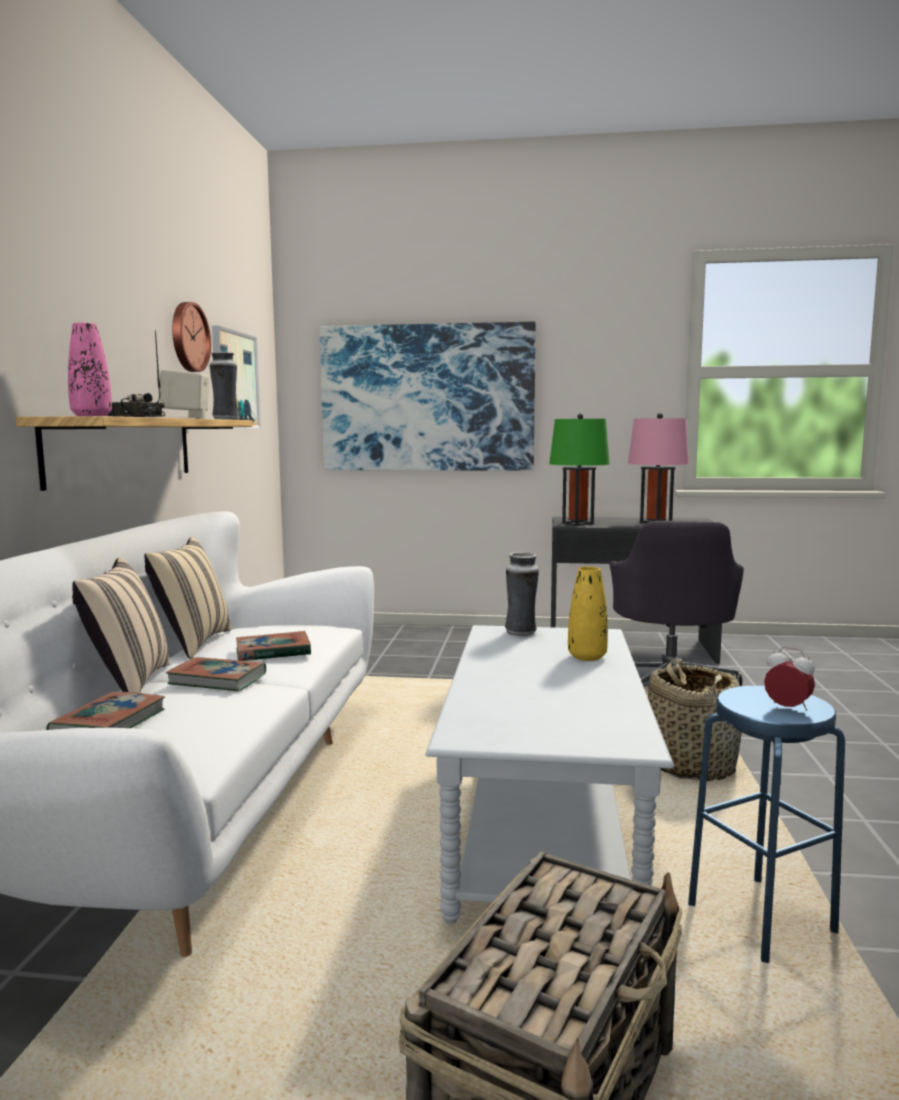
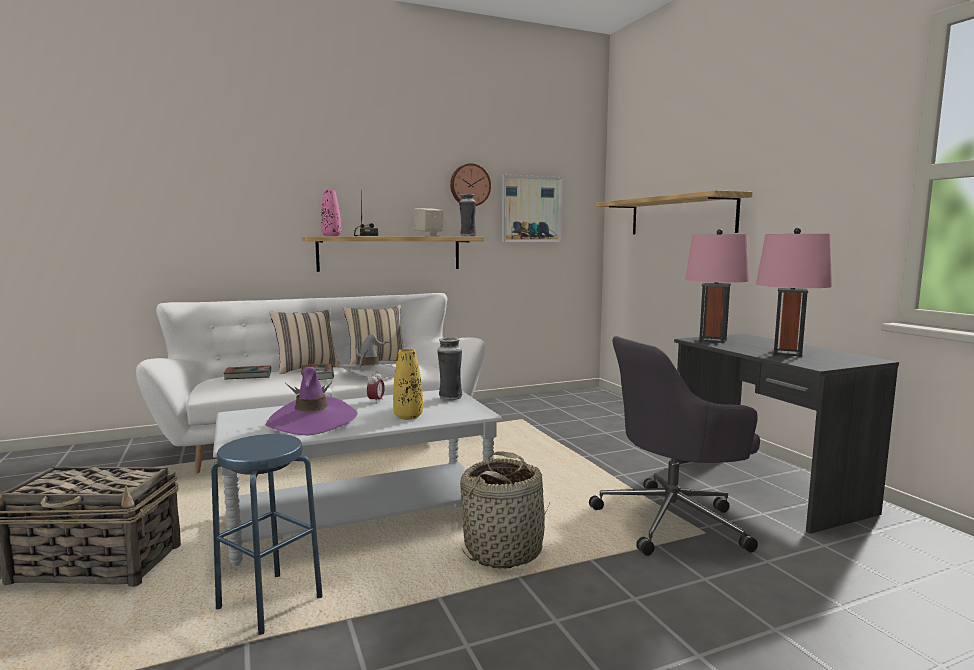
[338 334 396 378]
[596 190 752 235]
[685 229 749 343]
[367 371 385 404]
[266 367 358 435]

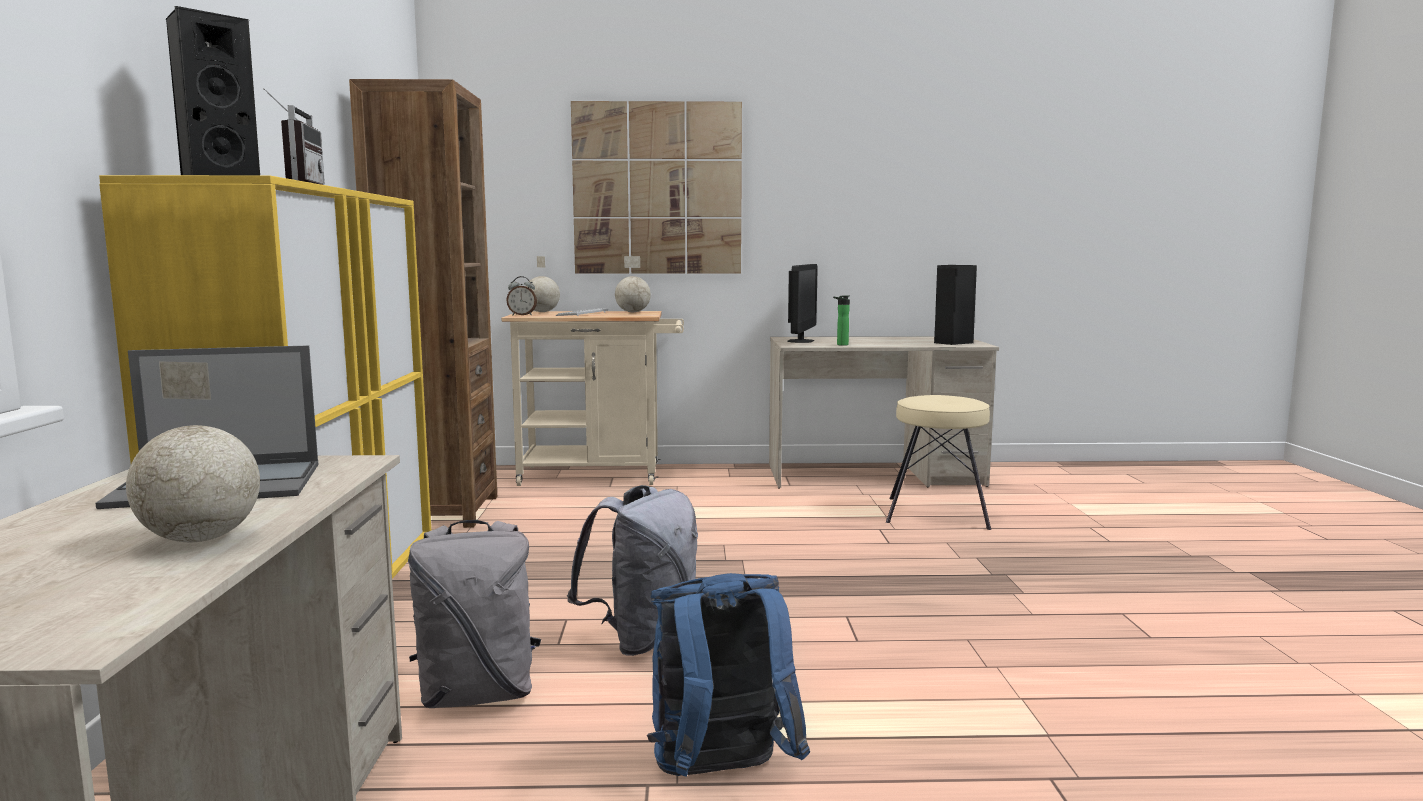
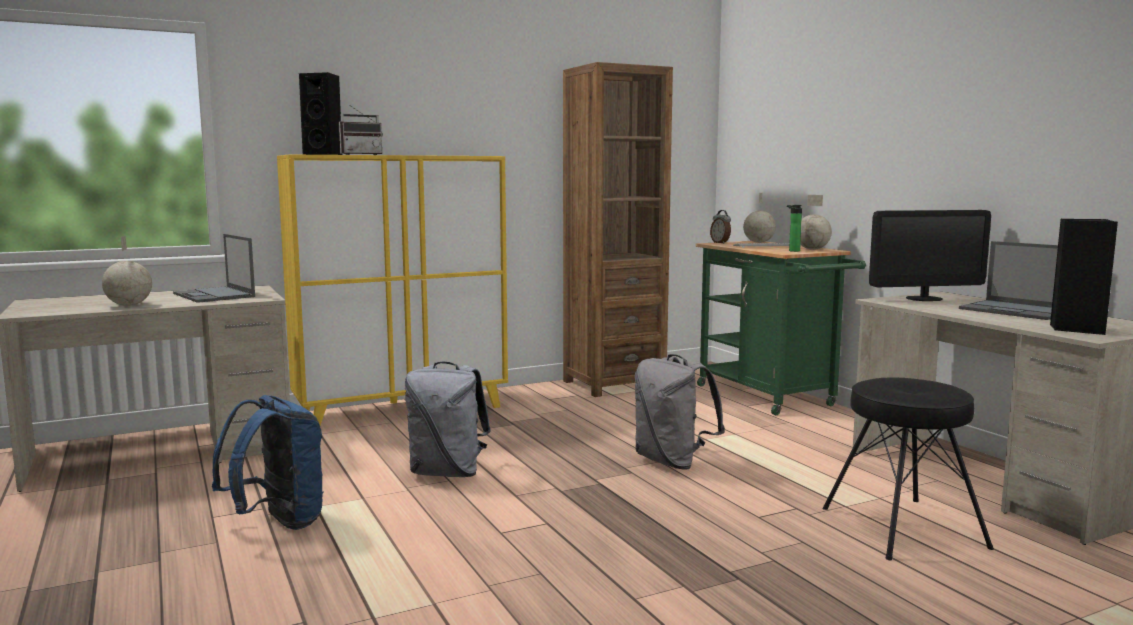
[635 354 725 470]
[695 241 866 415]
[571 101 742 274] (first image)
[787 205 802 252]
[822 378 994 560]
[959 241 1058 320]

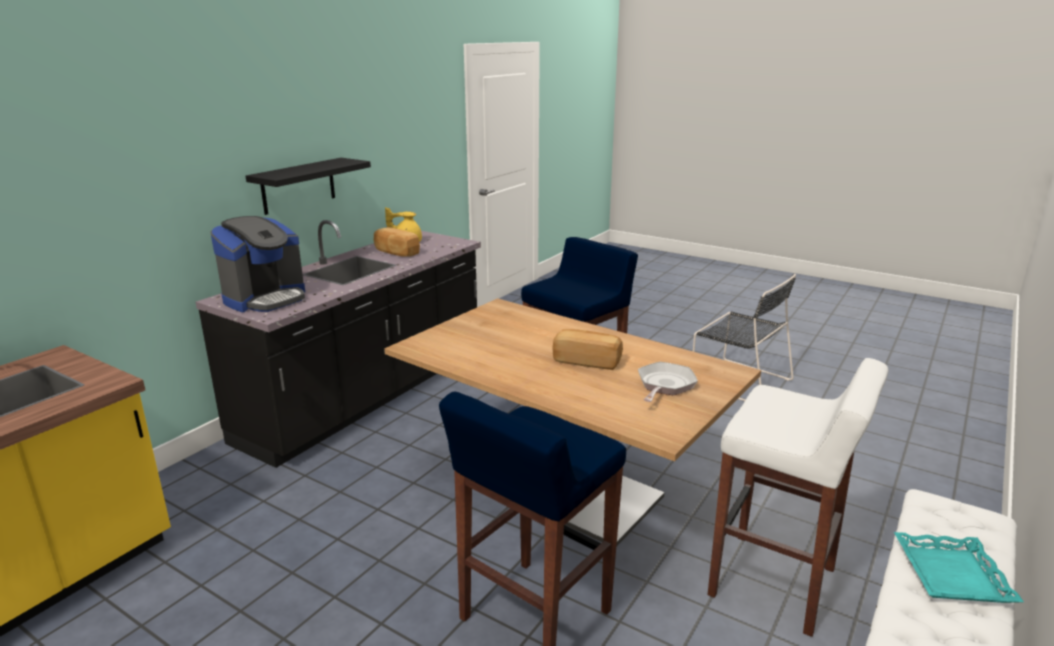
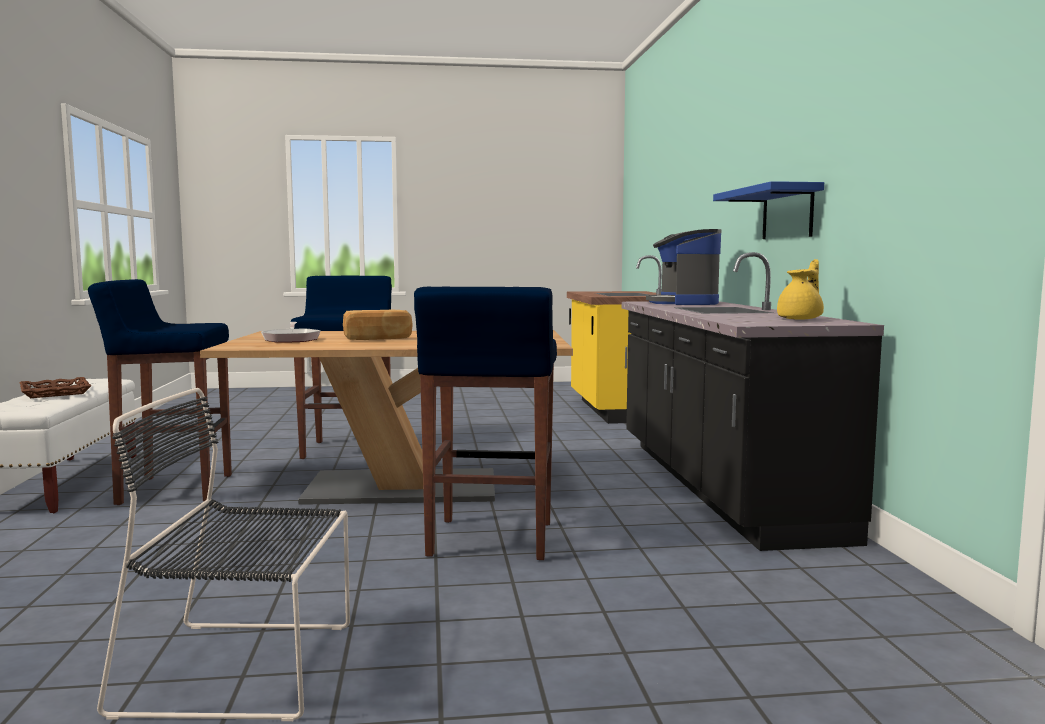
[713 181 824 239]
[374 227 420 257] (first image)
[88 279 232 505]
[19 377 91 398]

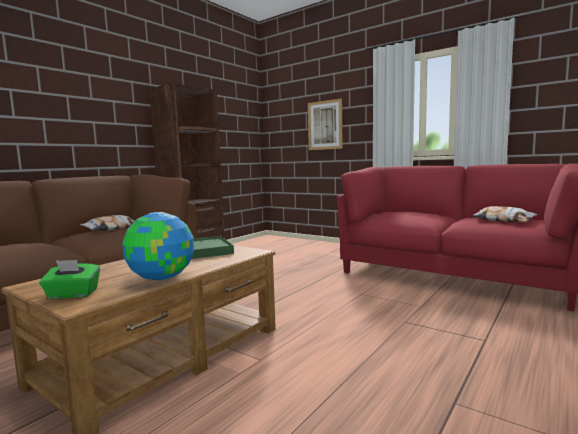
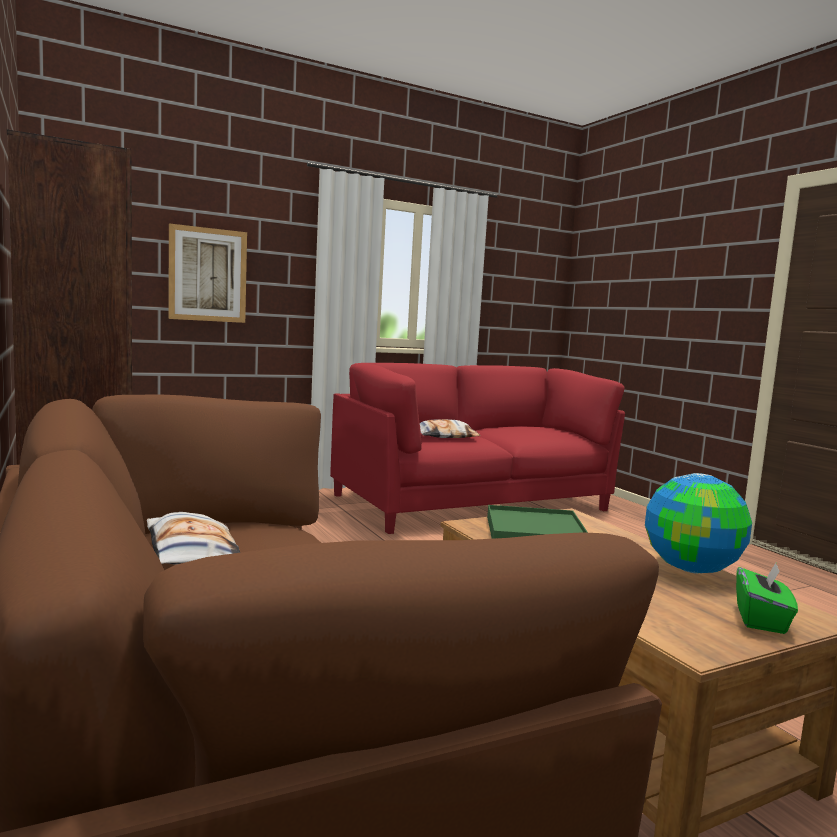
[420 419 481 438]

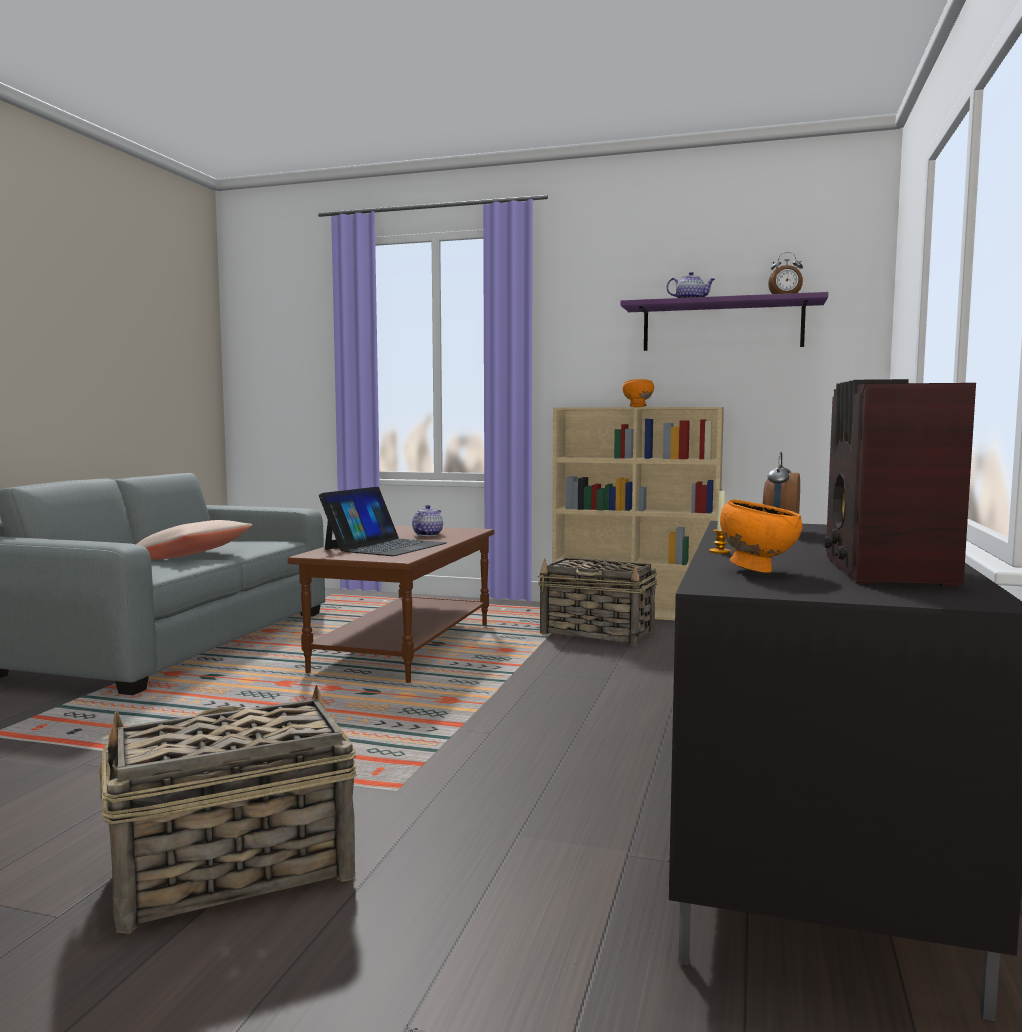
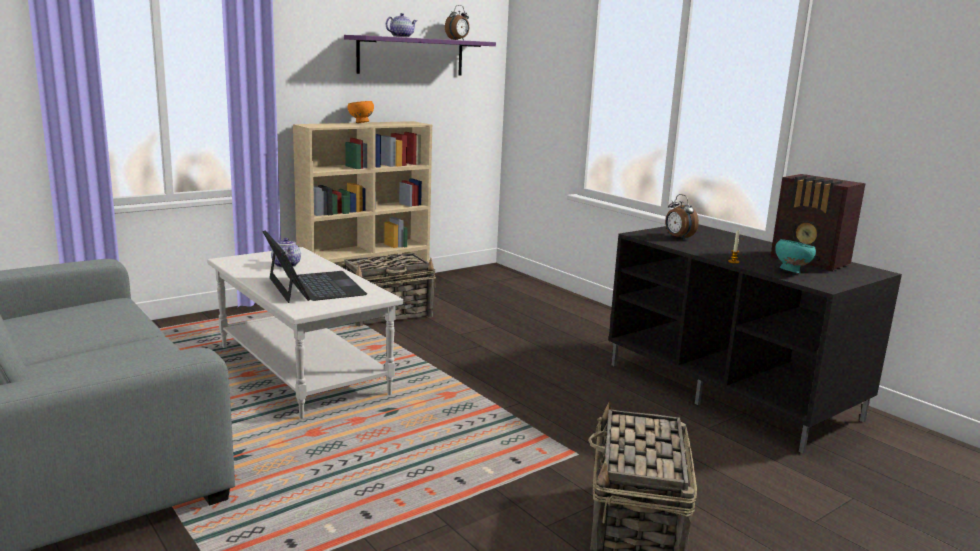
[136 520 253 560] (first image)
[207 247 403 419]
[775 239 816 273]

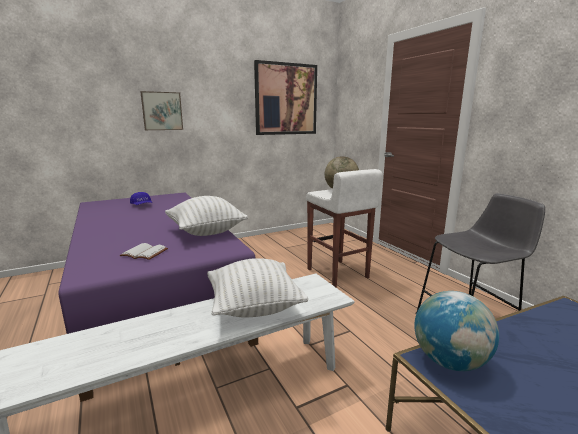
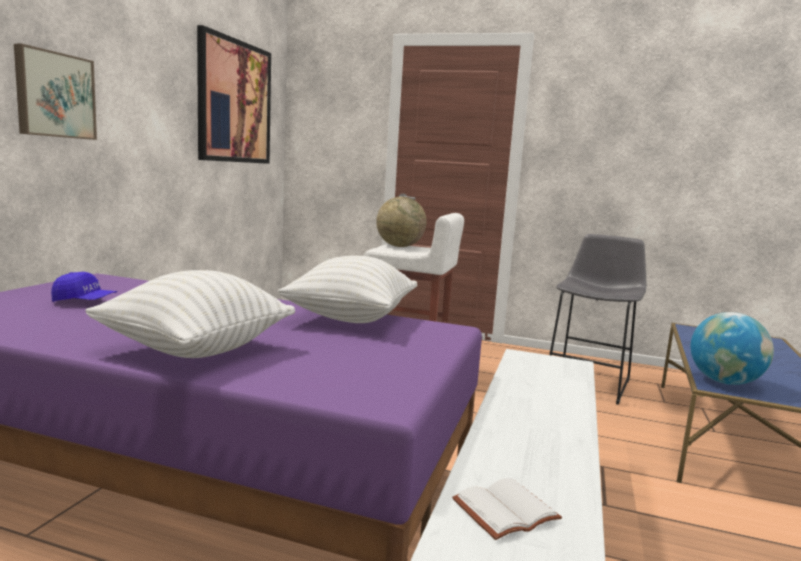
[452 478 562 540]
[85 270 295 358]

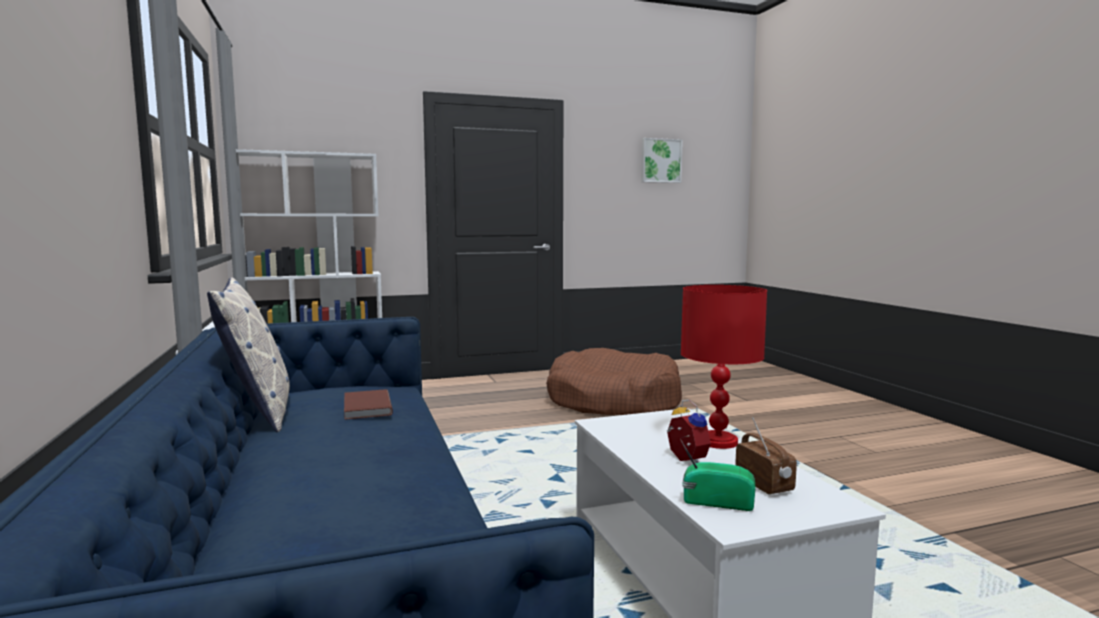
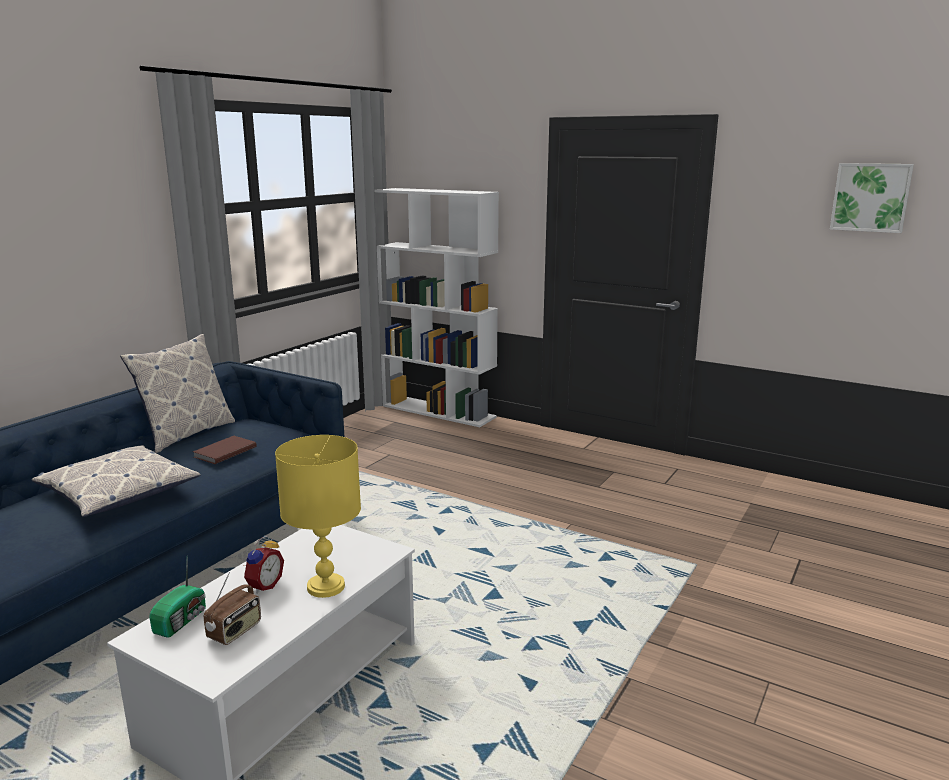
[546 348 682 415] (first image)
[149 560 206 638]
[275 435 361 598]
[32 445 200 517]

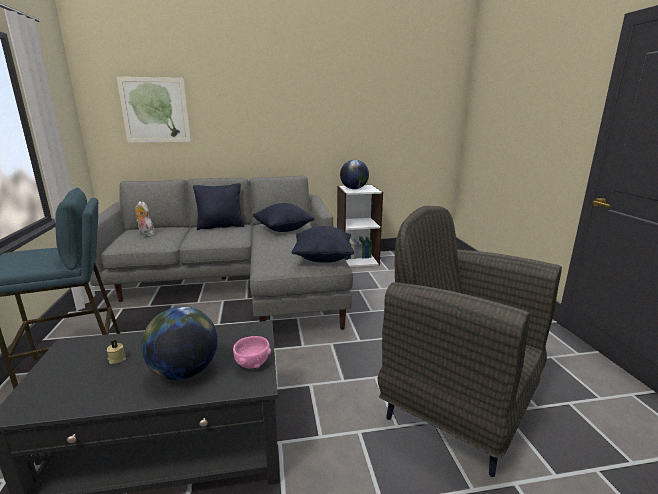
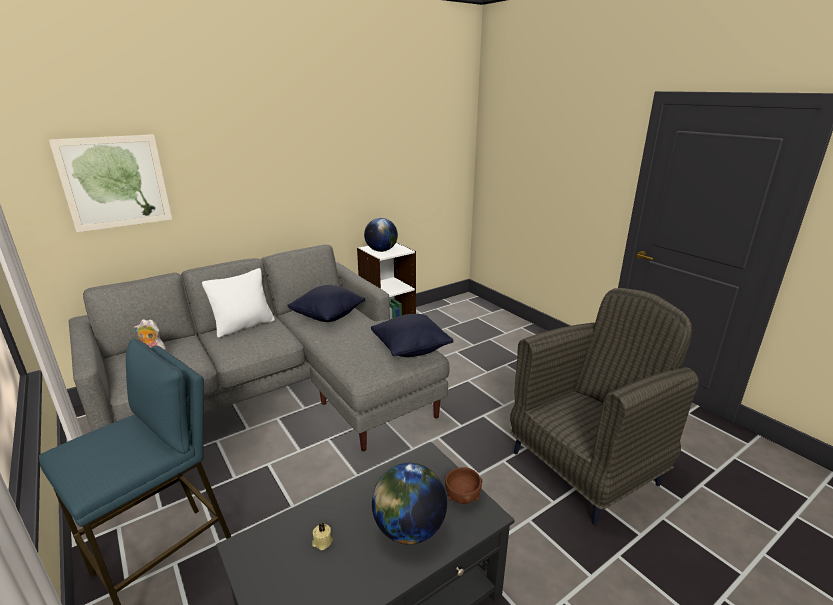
[202 268 275 338]
[445 467 482 504]
[510 288 699 526]

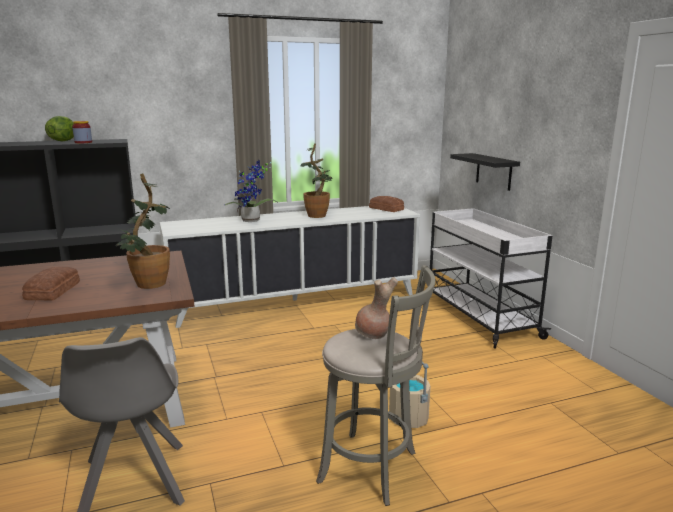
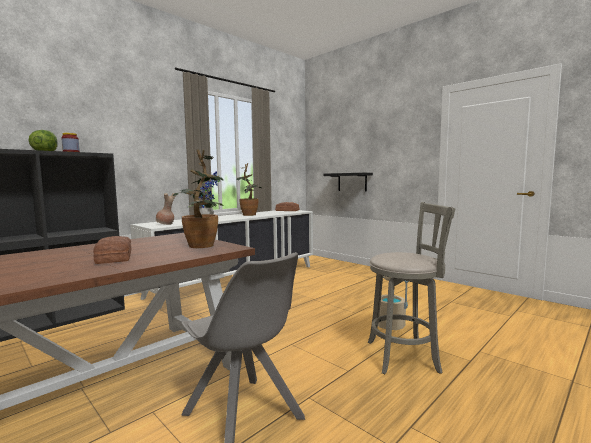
[156 193 176 225]
[430 208 552 349] (first image)

